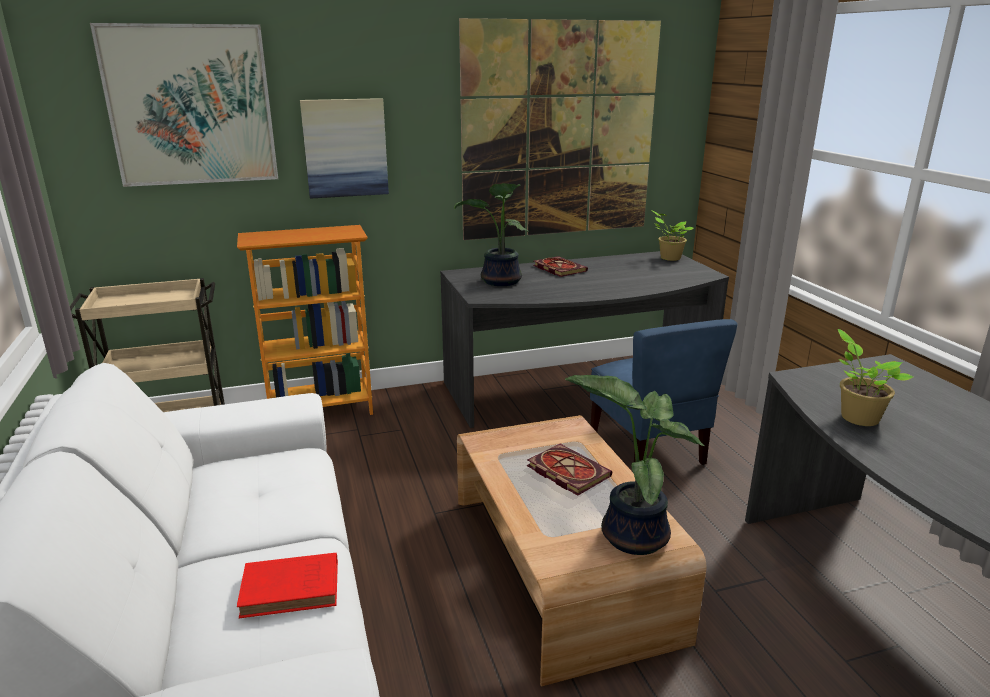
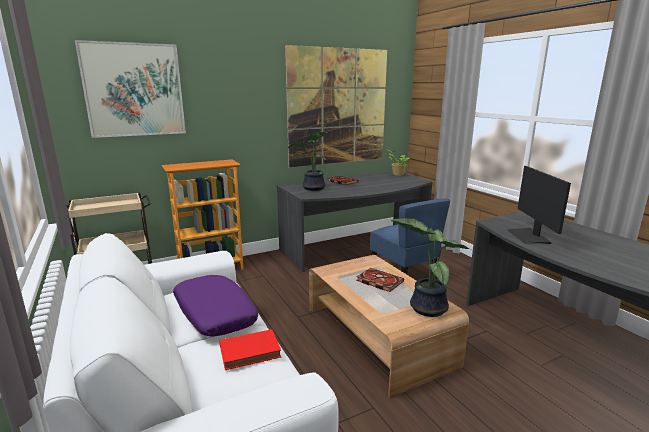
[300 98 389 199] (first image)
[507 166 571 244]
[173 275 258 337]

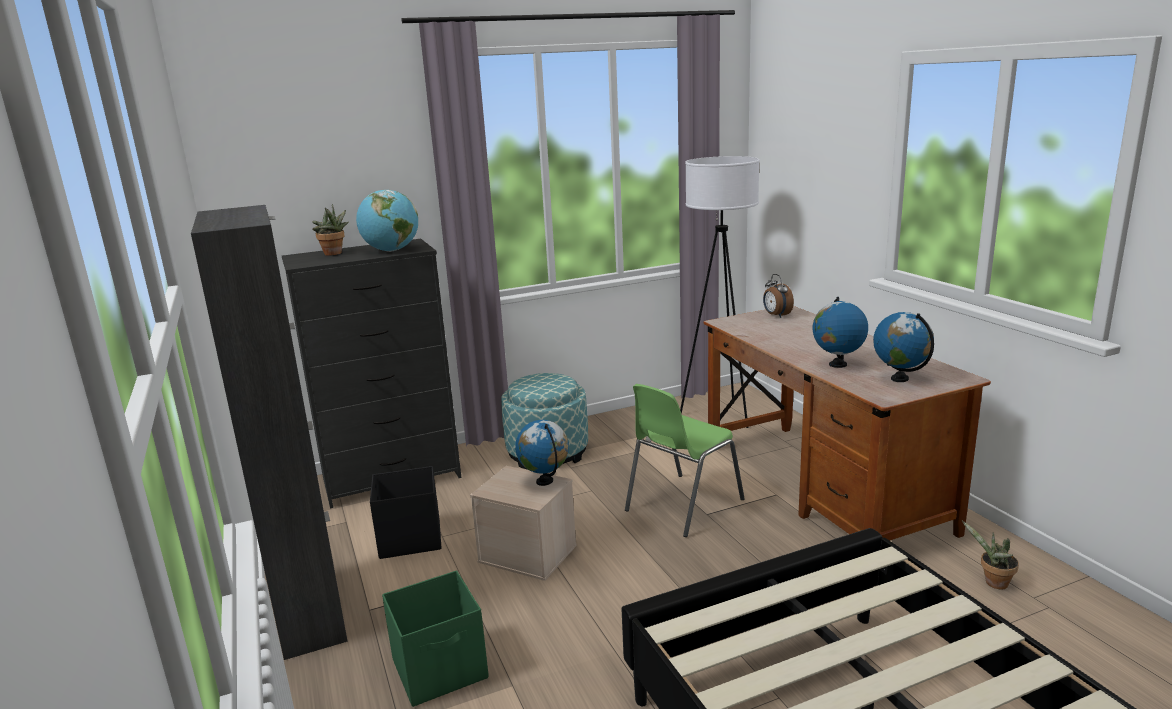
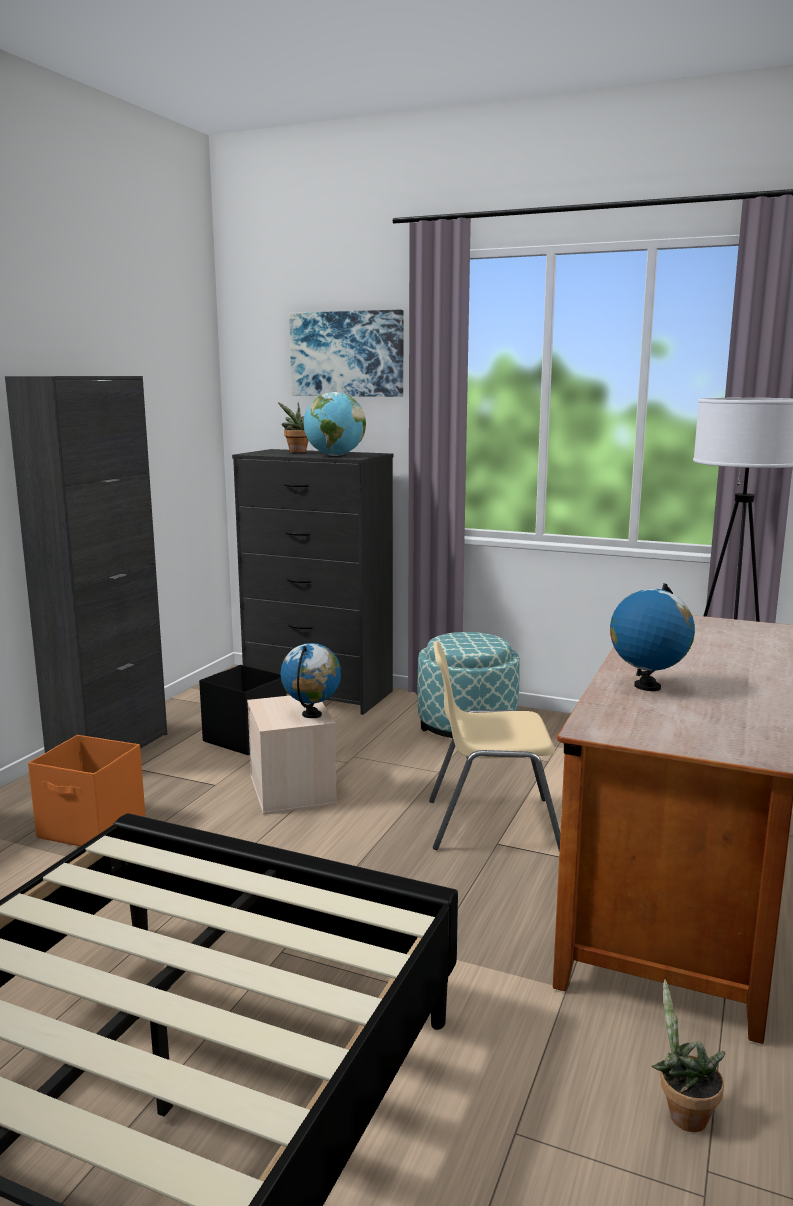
[28 735 145 847]
[429 641 560 852]
[763 274 794 318] (first image)
[873 312 934 382] (first image)
[289 310 403 397]

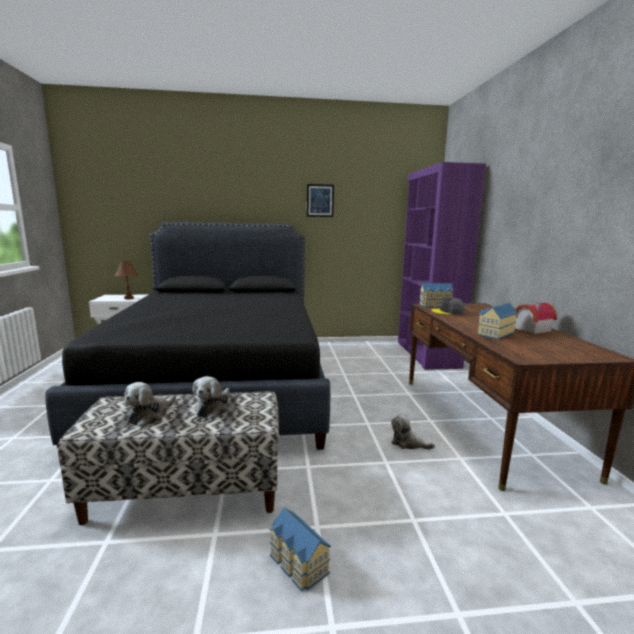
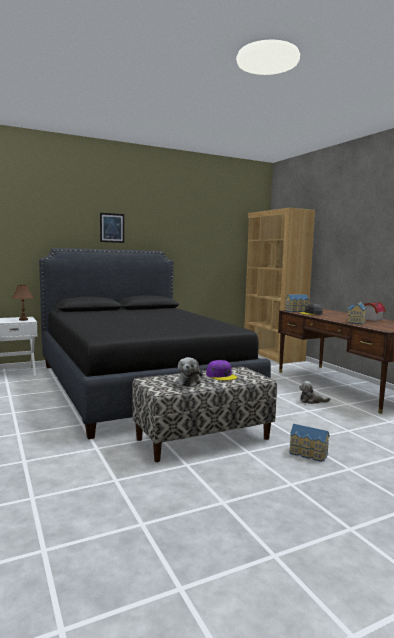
[206 360 237 381]
[100 213 124 243]
[245 208 315 364]

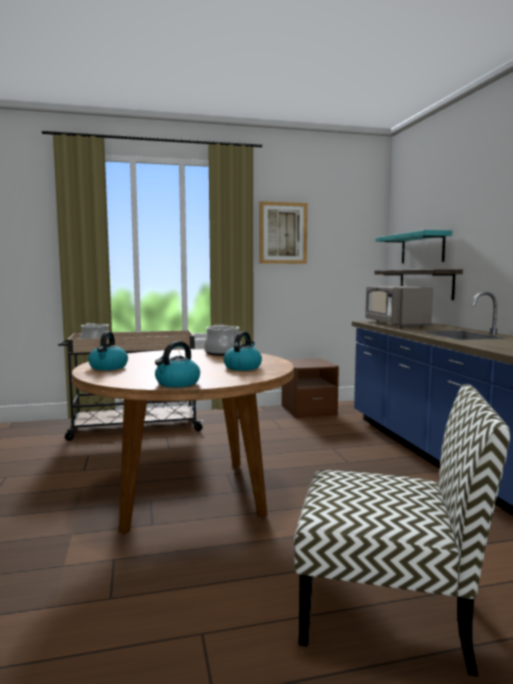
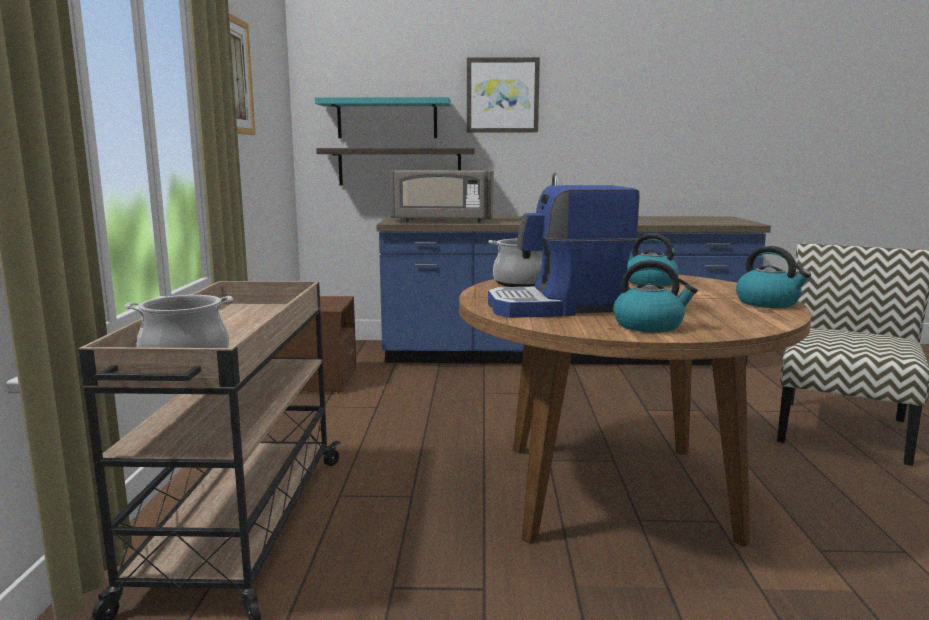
[467 57 540 132]
[488 185 640 318]

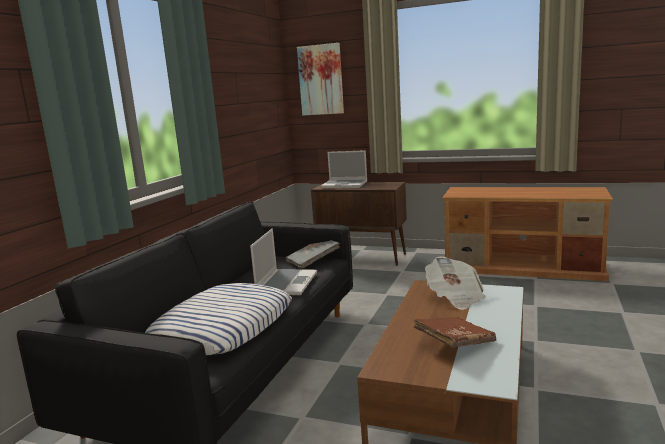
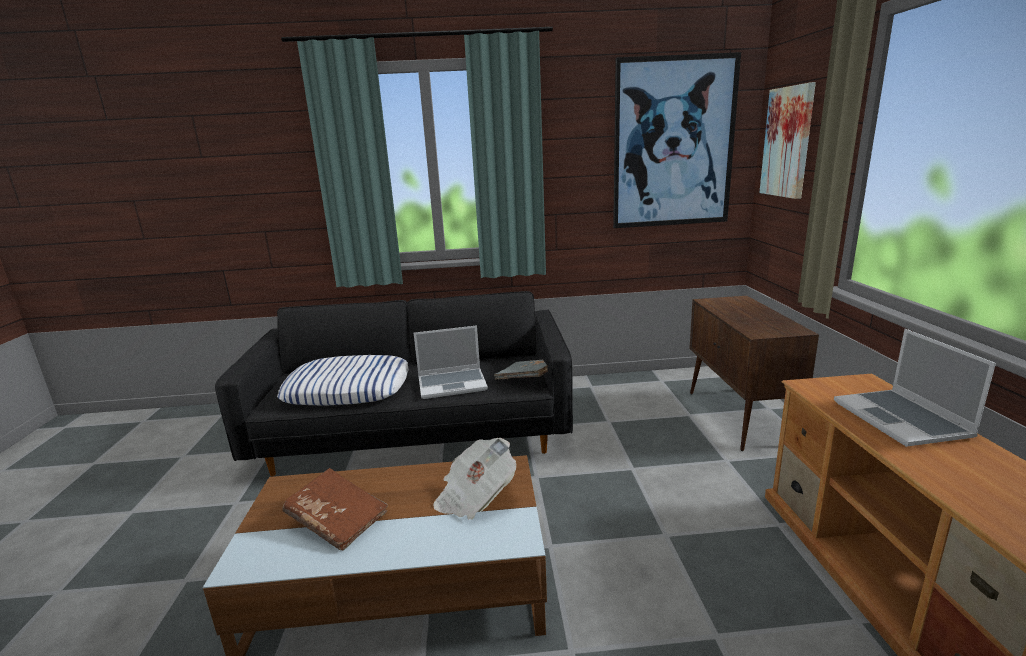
[834 329 996 447]
[613 52 741 228]

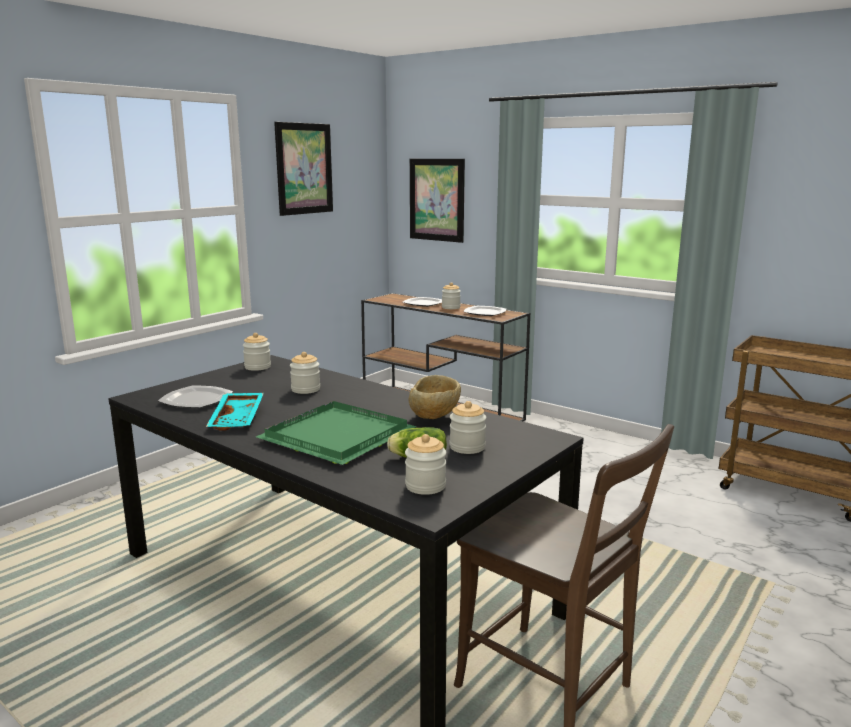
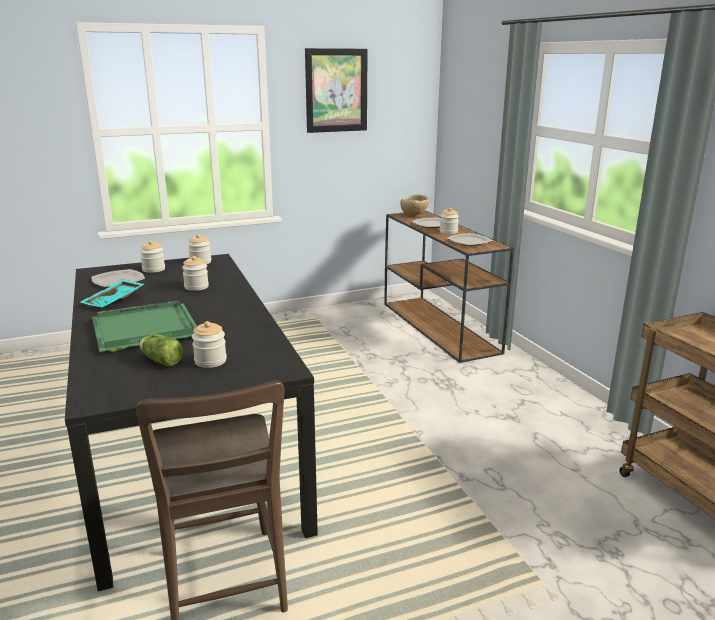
[140 240 165 273]
[400 195 429 216]
[410 159 465 243] (first image)

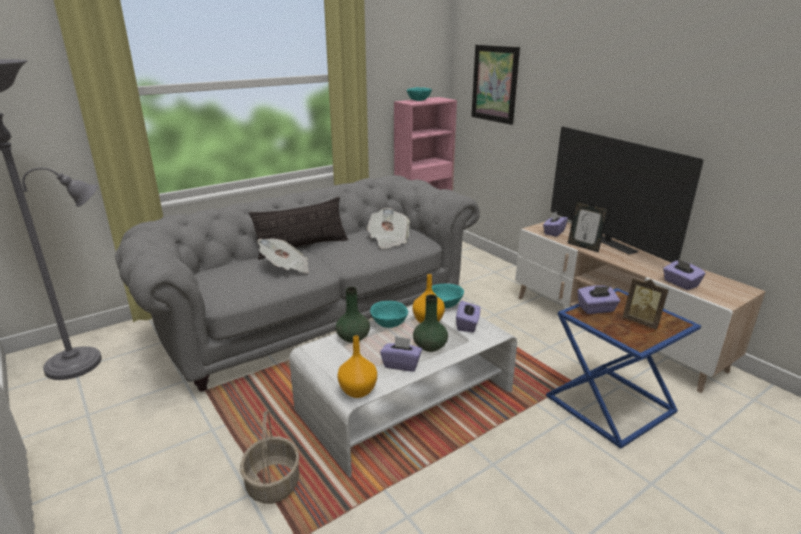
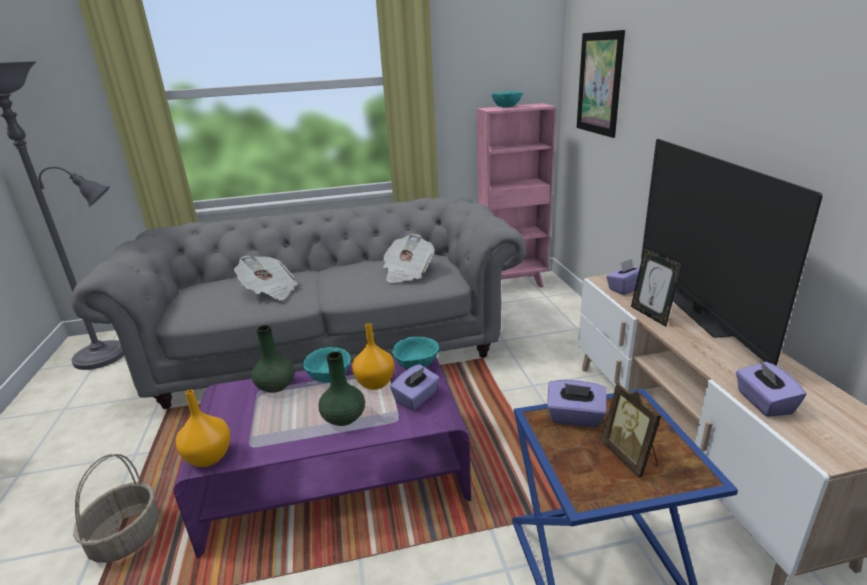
[249 197 348 260] (first image)
[173 356 471 558]
[380 336 422 372] (first image)

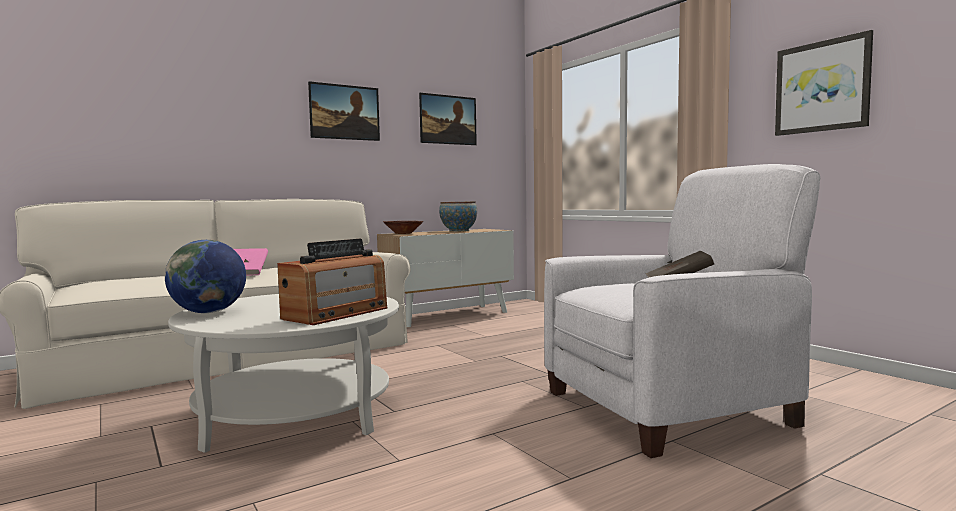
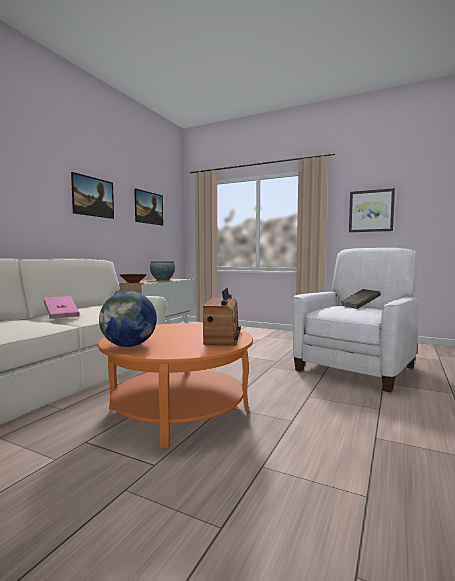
[98 323 253 448]

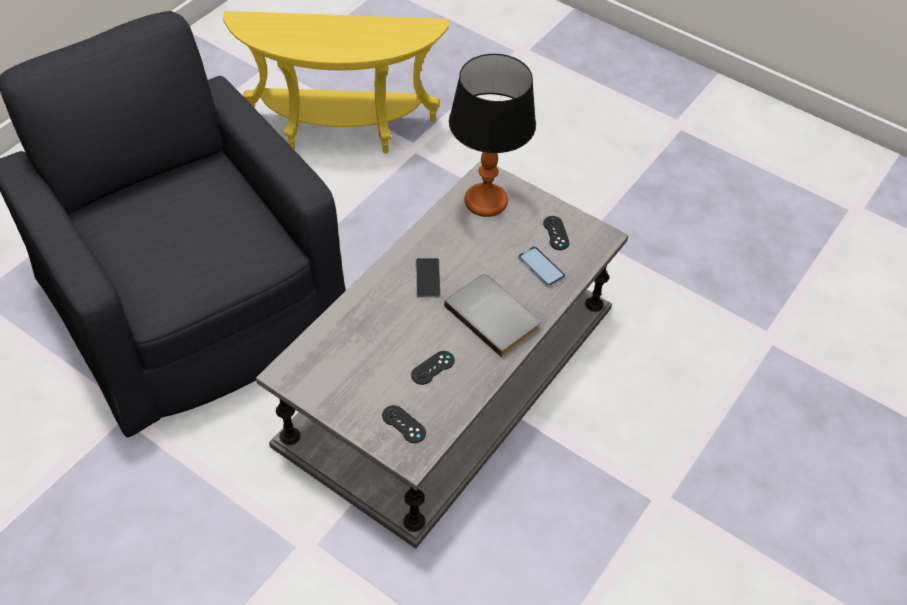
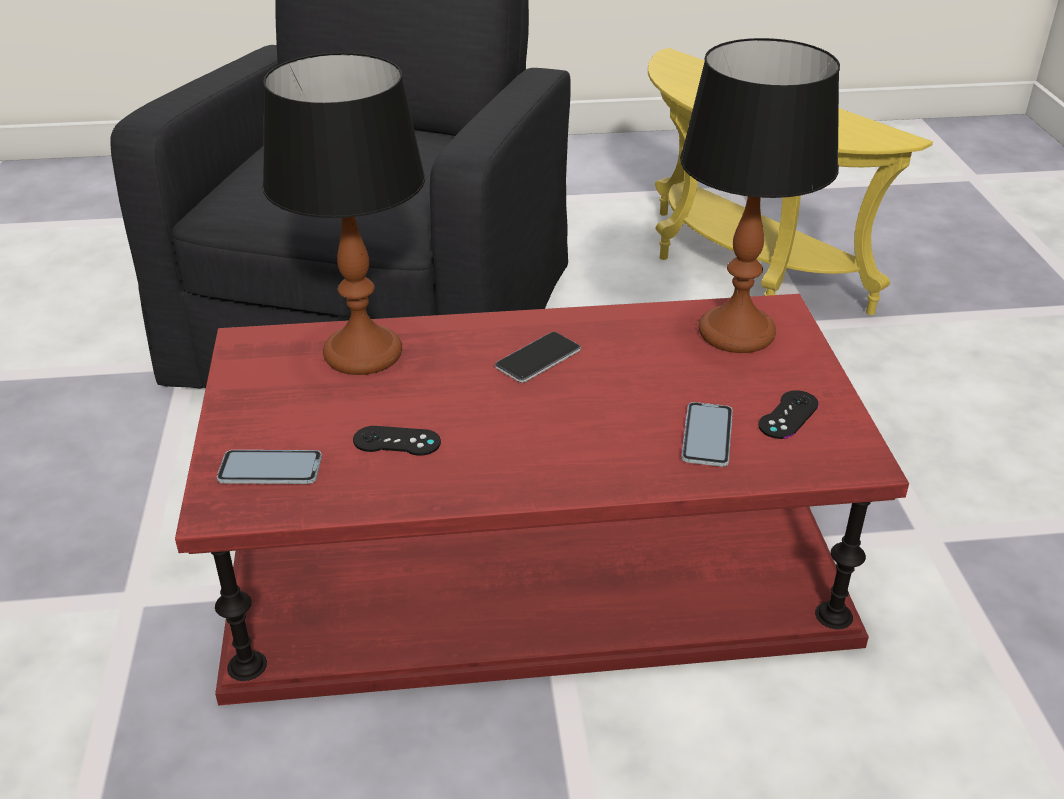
[175 294 909 705]
[217 450 322 484]
[444 274 541 357] (first image)
[262 53 425 375]

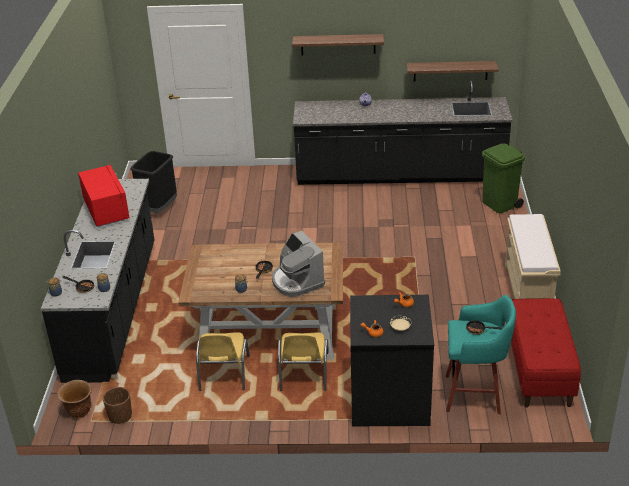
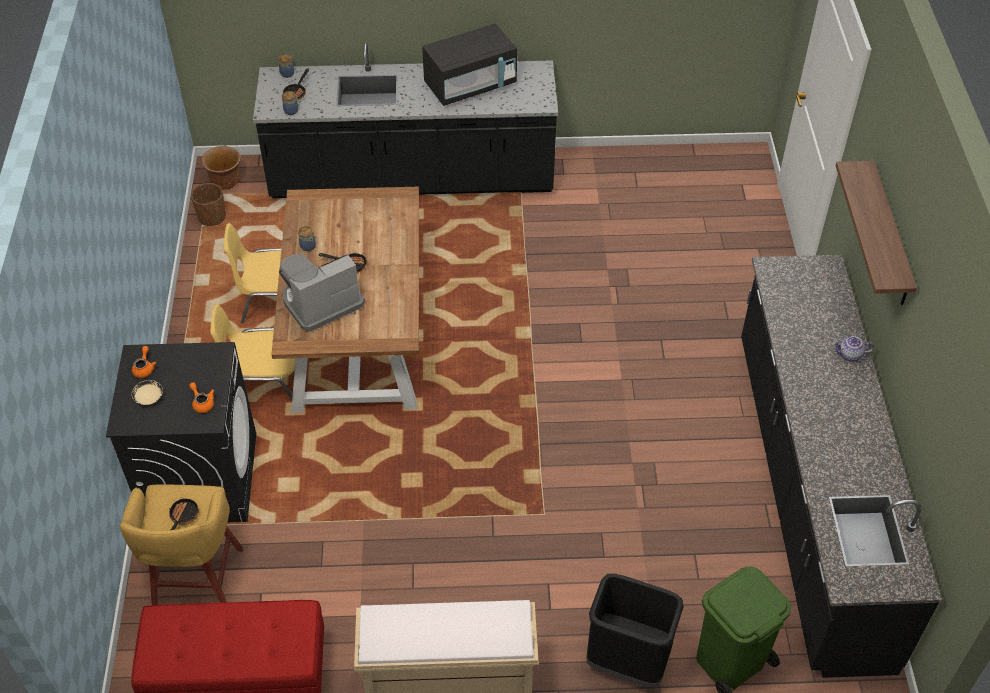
[422 24 517 106]
[586 574 683 687]
[407 61 498 82] (first image)
[119 484 243 605]

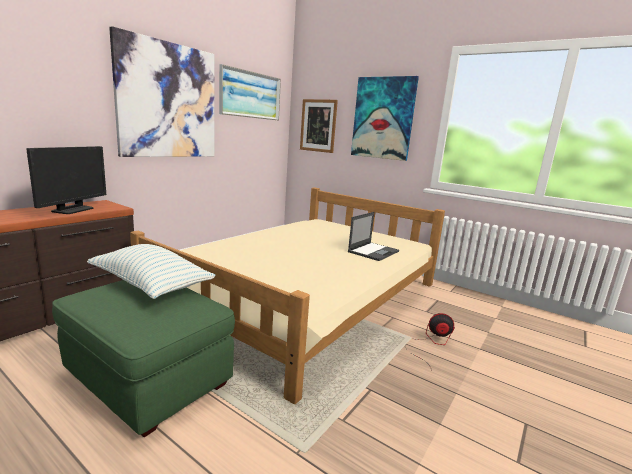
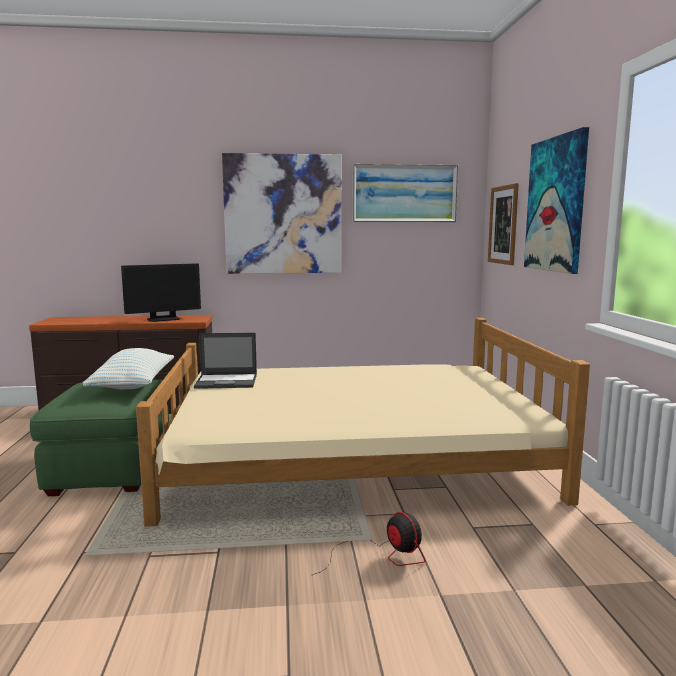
[194 333 257 389]

